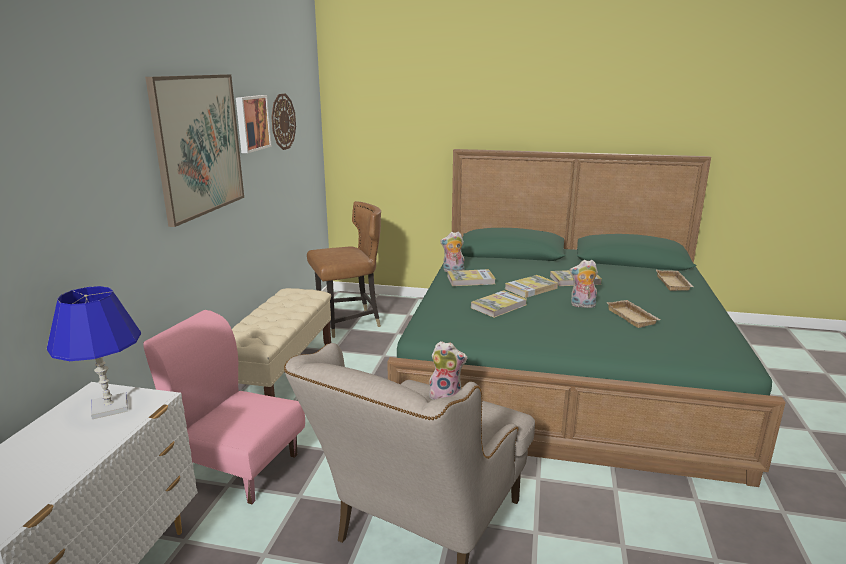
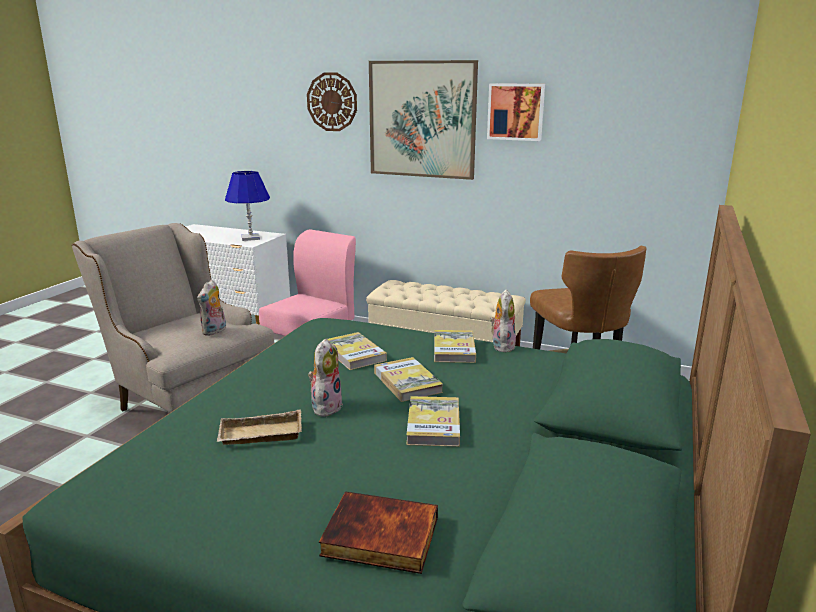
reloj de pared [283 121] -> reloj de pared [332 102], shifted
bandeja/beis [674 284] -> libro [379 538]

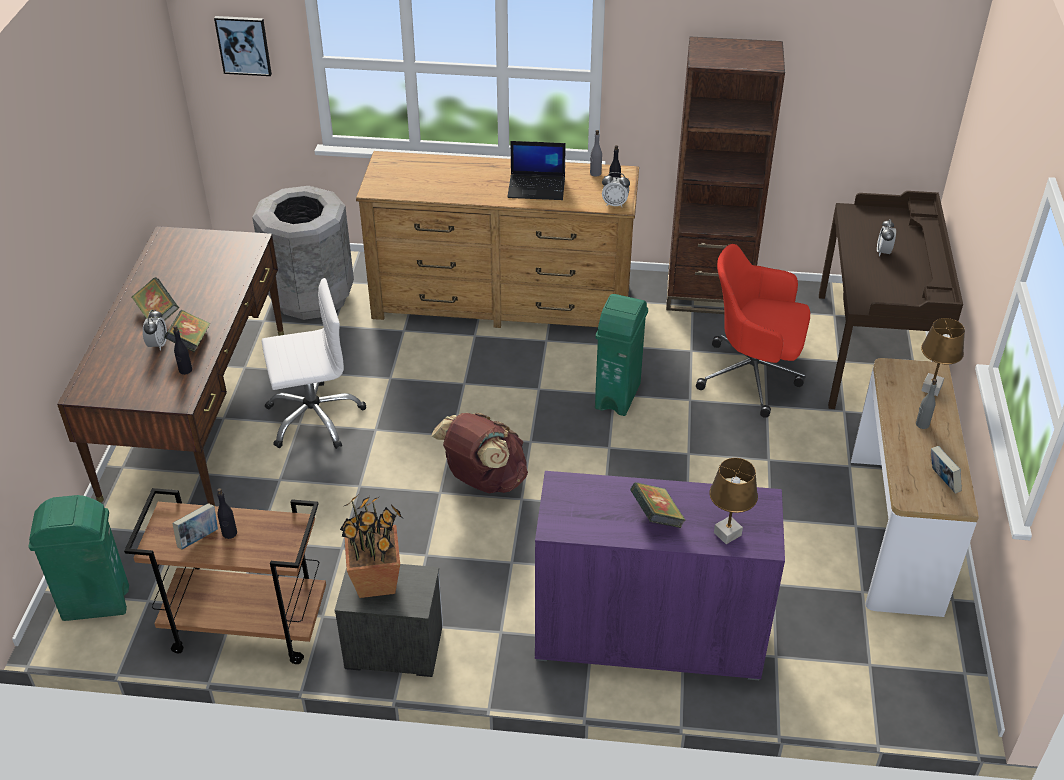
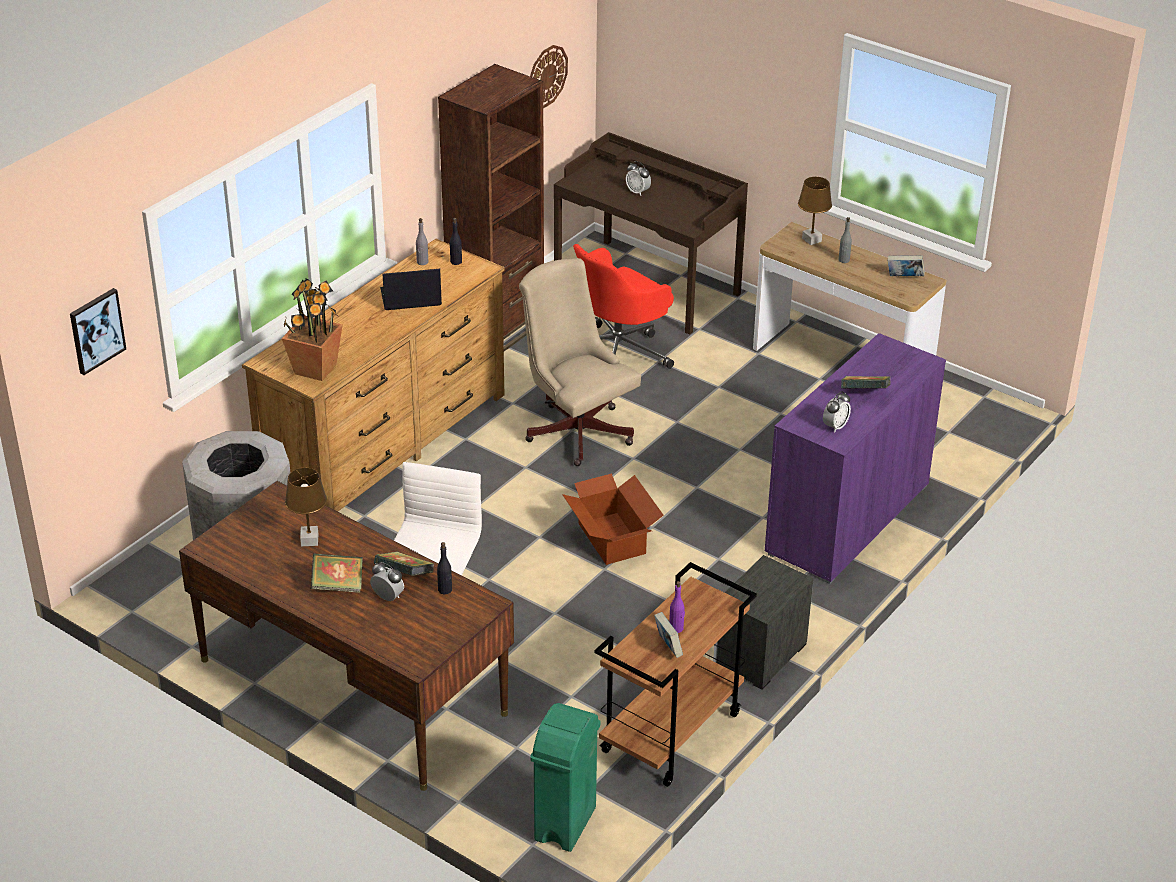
botella/negro [229 533] -> botella/morado [676 628]
planta en maceta [377 581] -> planta en maceta [315 369], shifted
mochila/marrón [483 480] -> caja de cartón [611 539]
portátil [537 187] -> portátil [410 298], 135 degrees counterclockwise
papelera/verde [618 396] -> silla de oficina/beis [576 428]
despertador [615 204] -> despertador [835 426], shifted
lámpara de mesa/marrón [727 534] -> lámpara de mesa/marrón [310 540], shifted
none -> reloj de pared [547 76]

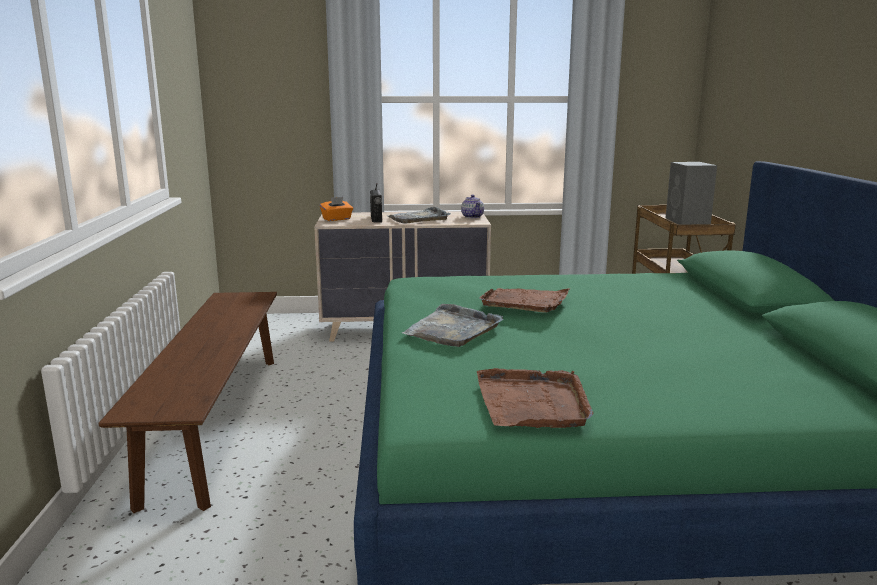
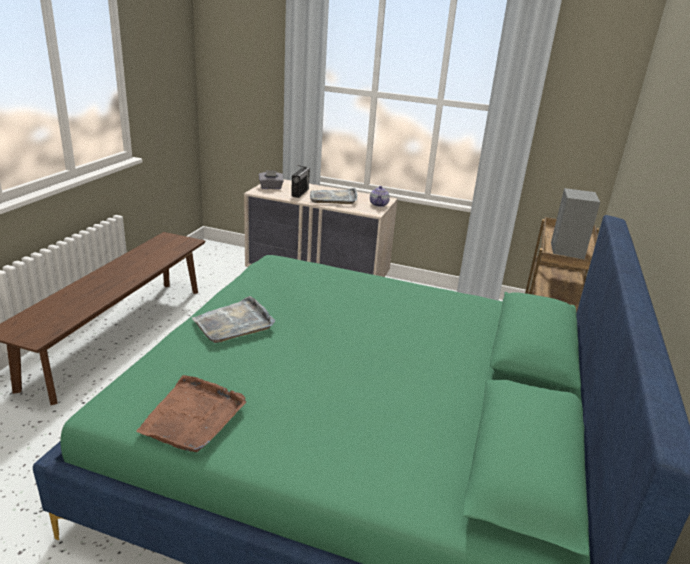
caja de pañuelos/naranja [337 219] -> caja de pañuelos/gris [271 187]
bandeja/marrón [525 301] -> none

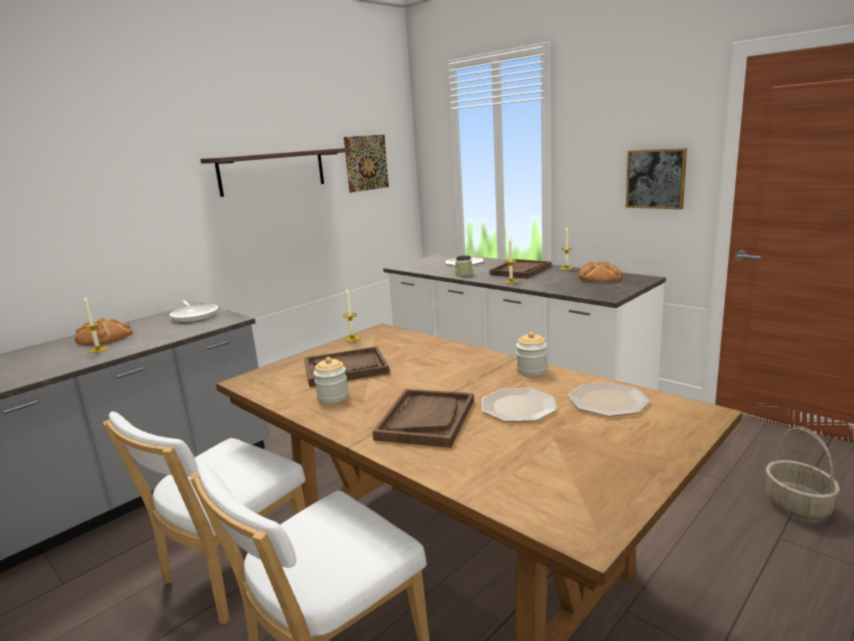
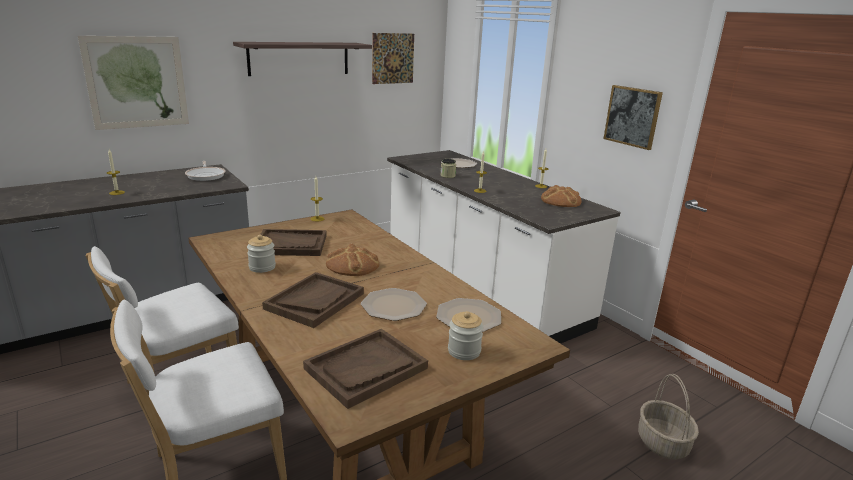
pan [105 337] -> pan [353 264], shifted
bandeja/marrón [520 270] -> bandeja/marrón [366 369], shifted
tarro [531 370] -> tarro [464 351], shifted
none -> cuadro [137 82]

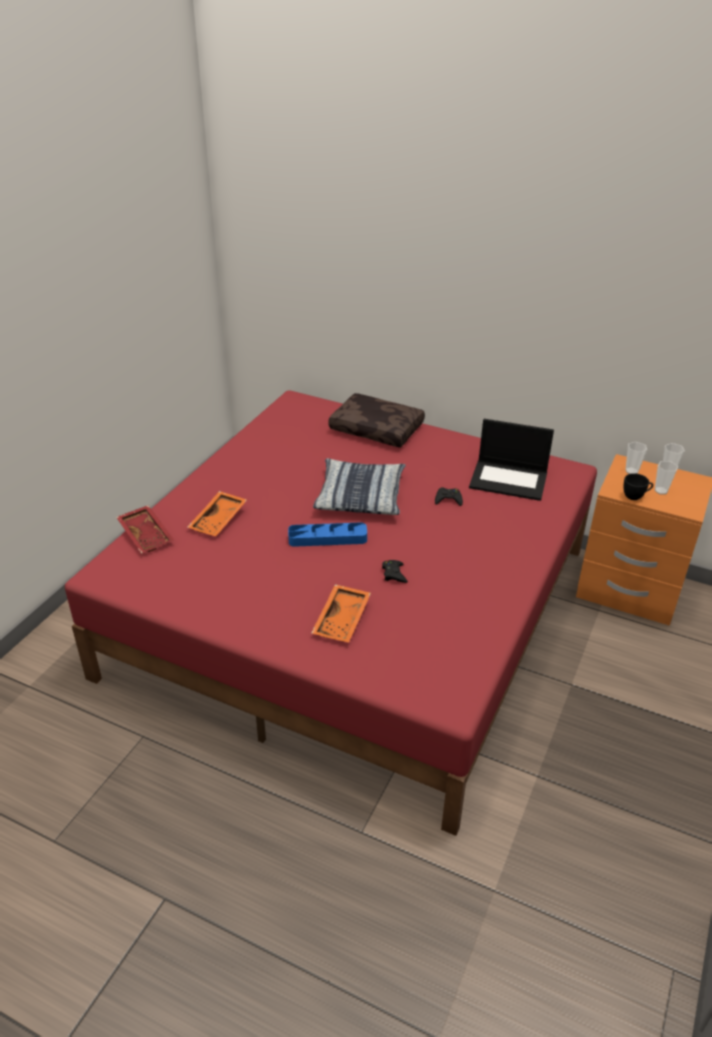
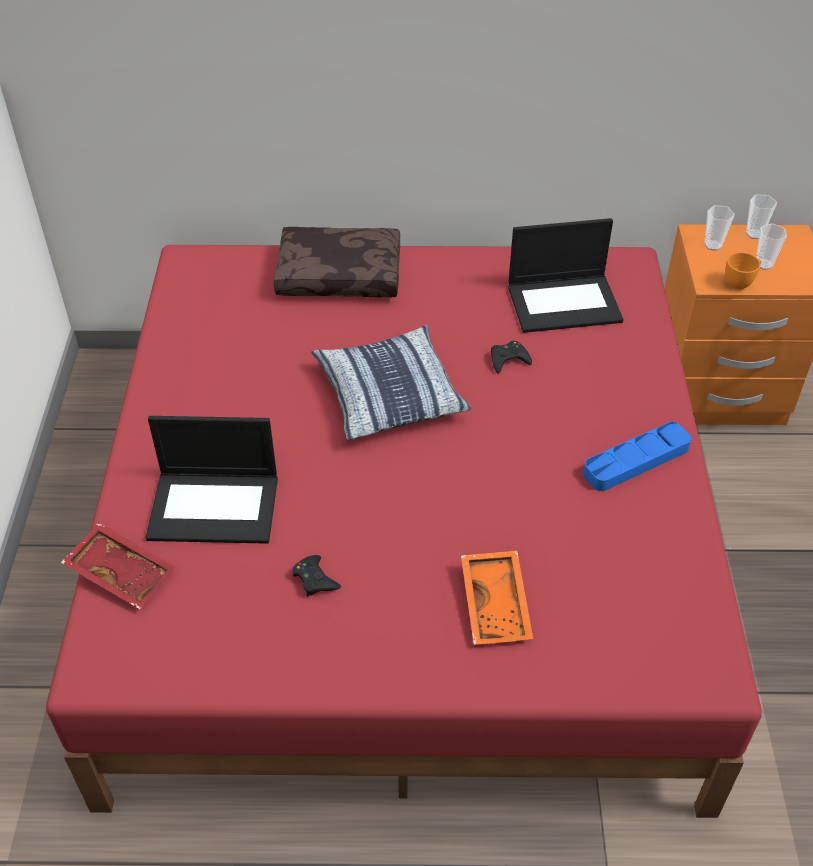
bandeja/naranja [219 520] -> portátil [215 506]
bandeja/azul [327 538] -> bandeja/azul [636 461], shifted
mando de consola/negro [394 574] -> mando de consola/negro [315 579], shifted
taza/negro [635 496] -> taza/naranja [741 282]

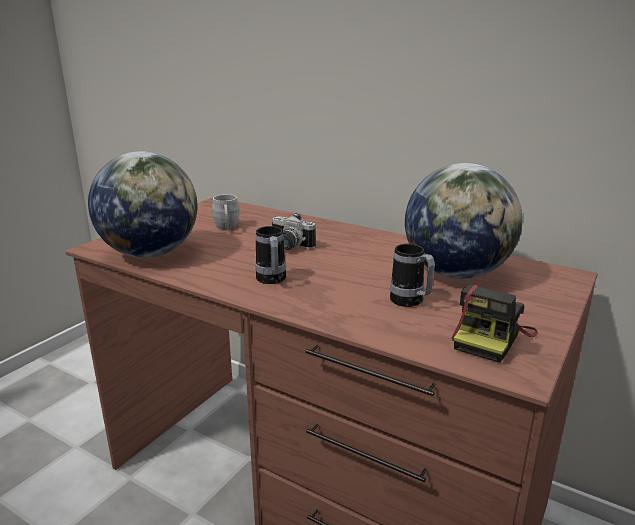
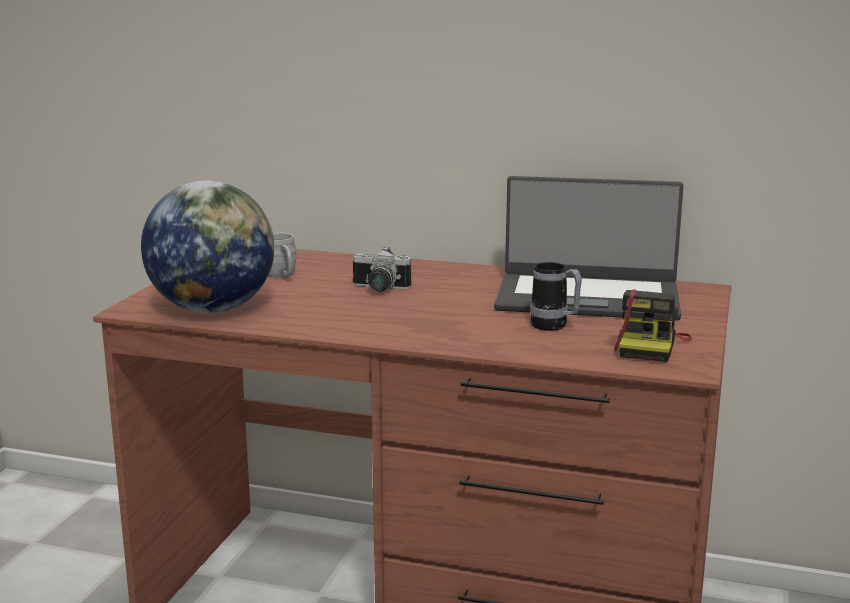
taza grande [271 281] -> none
globo terráqueo [457 273] -> portátil [587 298]

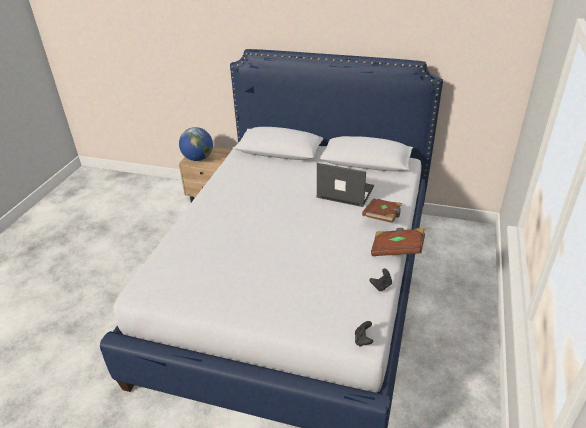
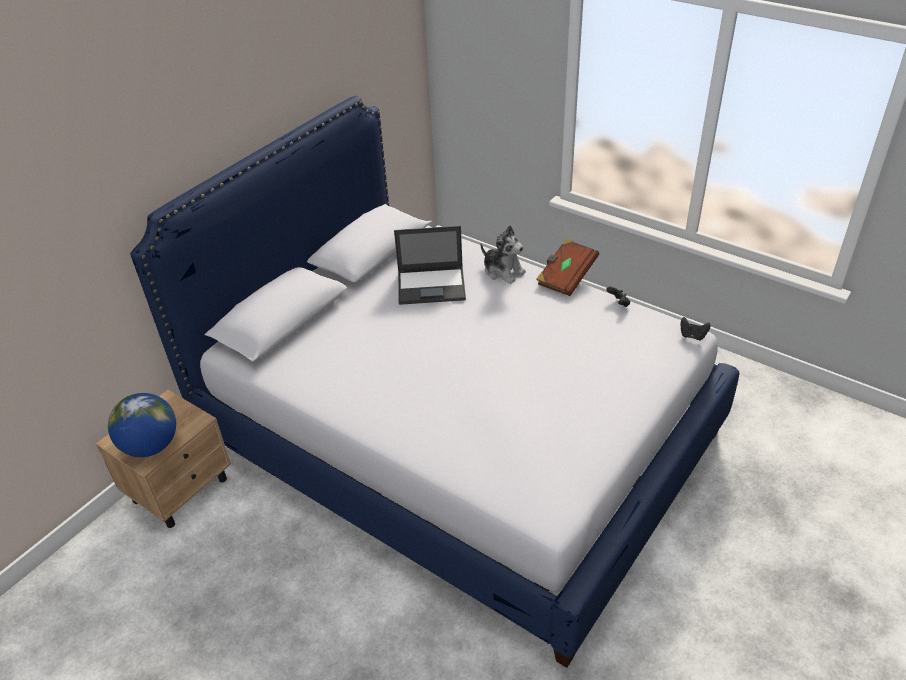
portátil [344 192] -> portátil [432 286], 135 degrees counterclockwise
libro/marrón [382 218] -> peluche [503 271]

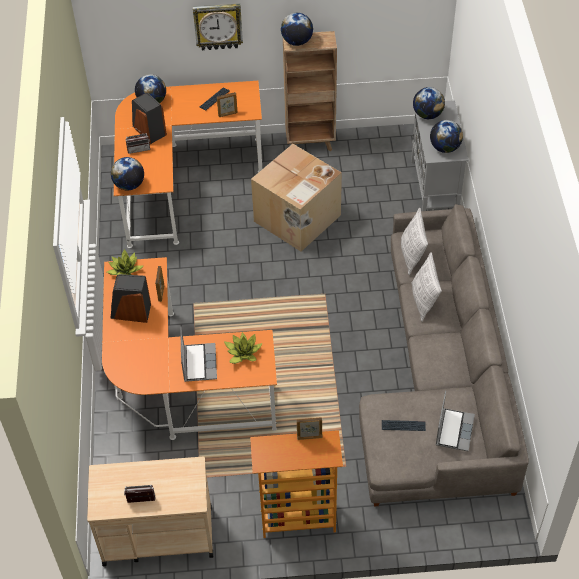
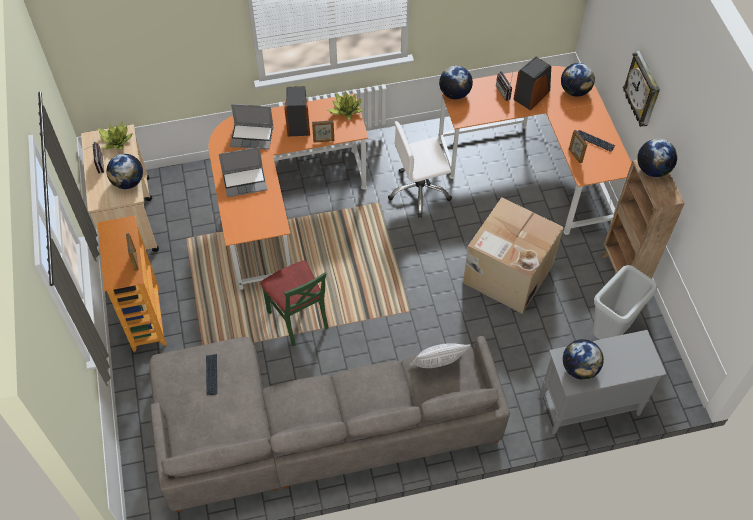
planta en maceta [243 353] -> planta en maceta [117 141], shifted
cojín [423 301] -> none
globo terráqueo [427 114] -> globo terráqueo [128 182], shifted
portátil [454 430] -> portátil [252 136], shifted
none -> silla/verde [298 318]
none -> silla de oficina/blanco [419 191]
none -> papelera/gris [609 334]

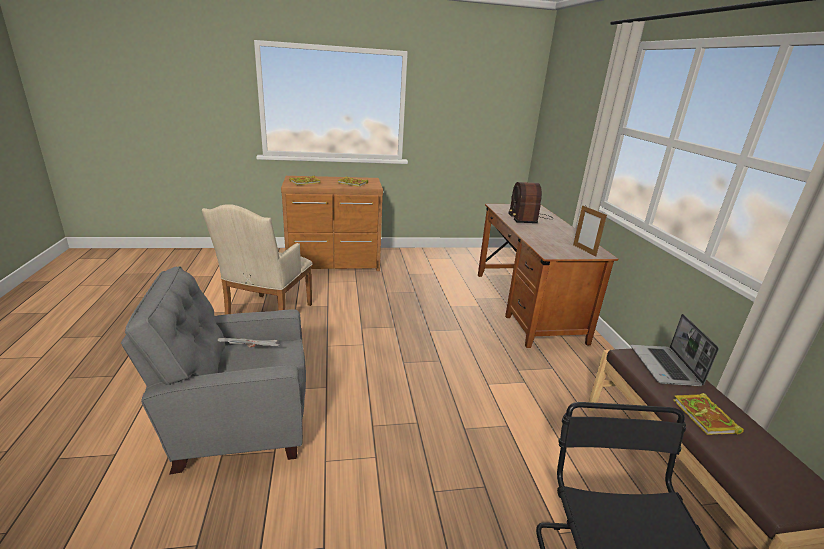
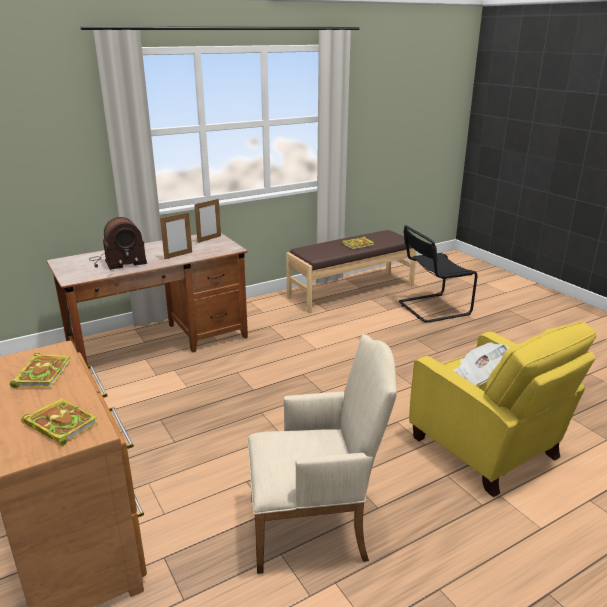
sillón/gris [238 425] -> sillón/amarillo [487 449]
portátil [665 367] -> none
none -> portarretratos [178 255]

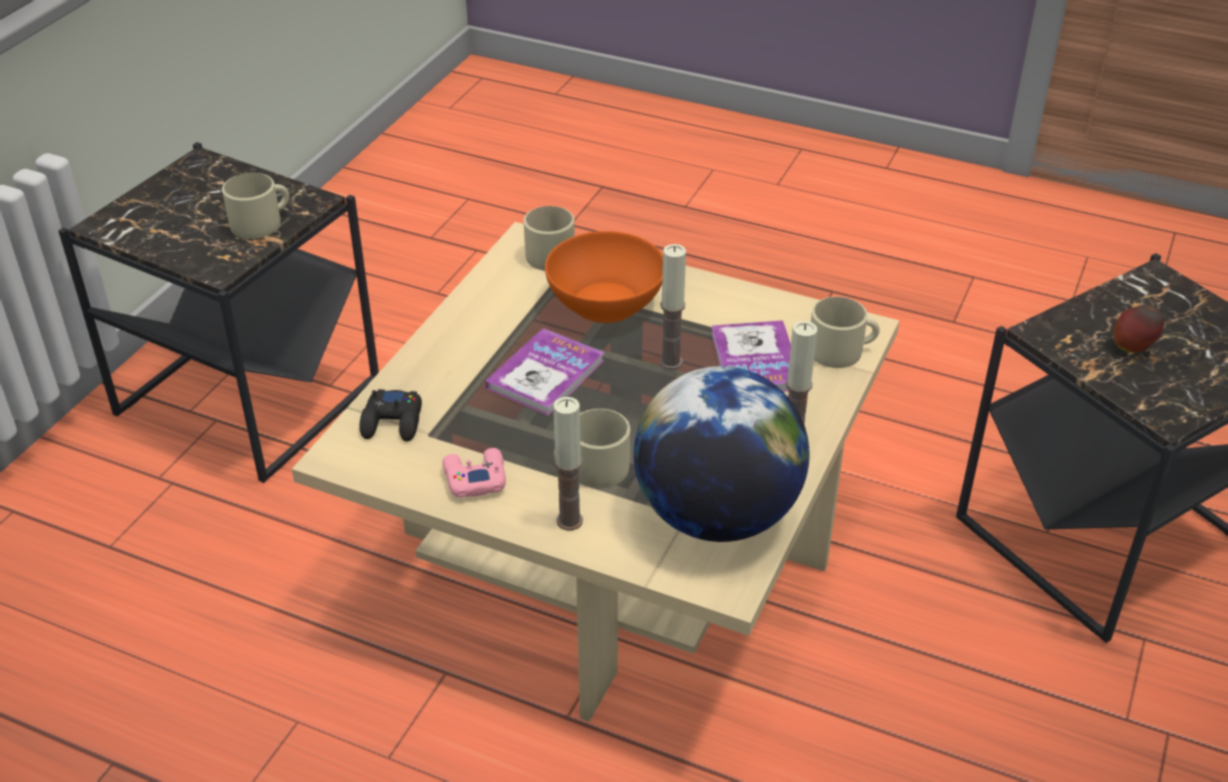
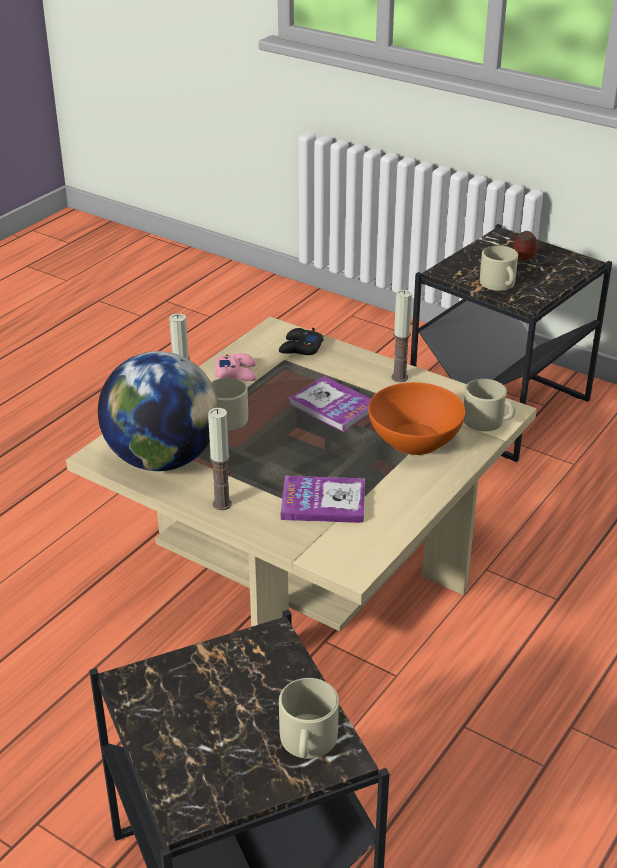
vela [671 362] -> vela [399 377], shifted
taza grande/beis [842 351] -> taza grande/beis [307 742], shifted
manzana [1132 349] -> manzana [523 260], shifted

